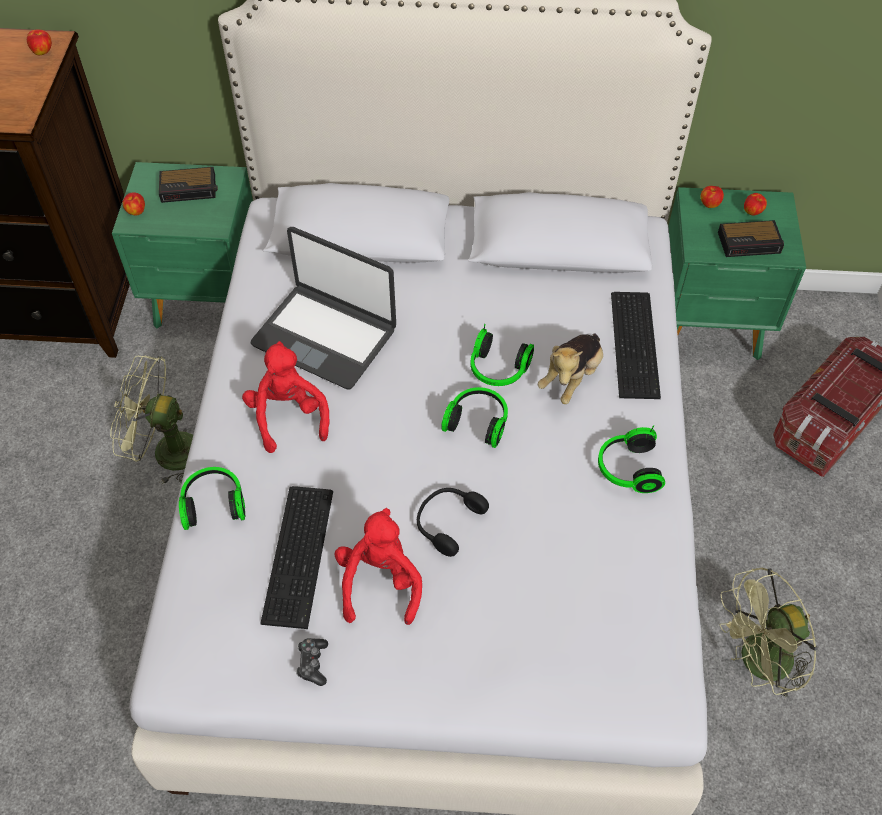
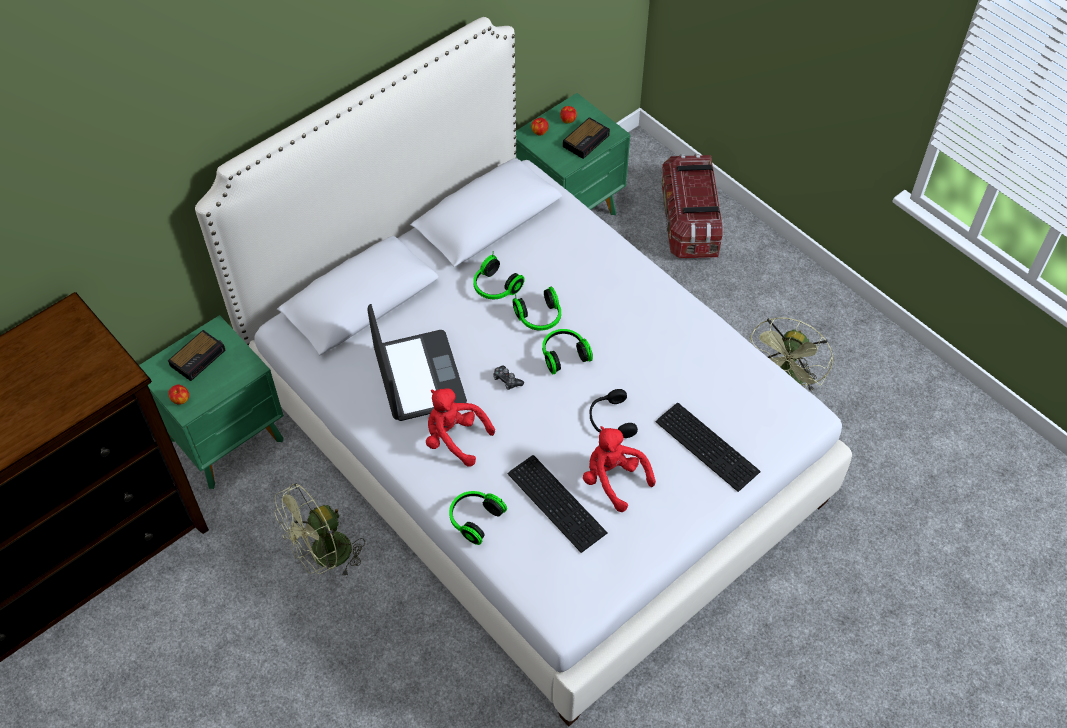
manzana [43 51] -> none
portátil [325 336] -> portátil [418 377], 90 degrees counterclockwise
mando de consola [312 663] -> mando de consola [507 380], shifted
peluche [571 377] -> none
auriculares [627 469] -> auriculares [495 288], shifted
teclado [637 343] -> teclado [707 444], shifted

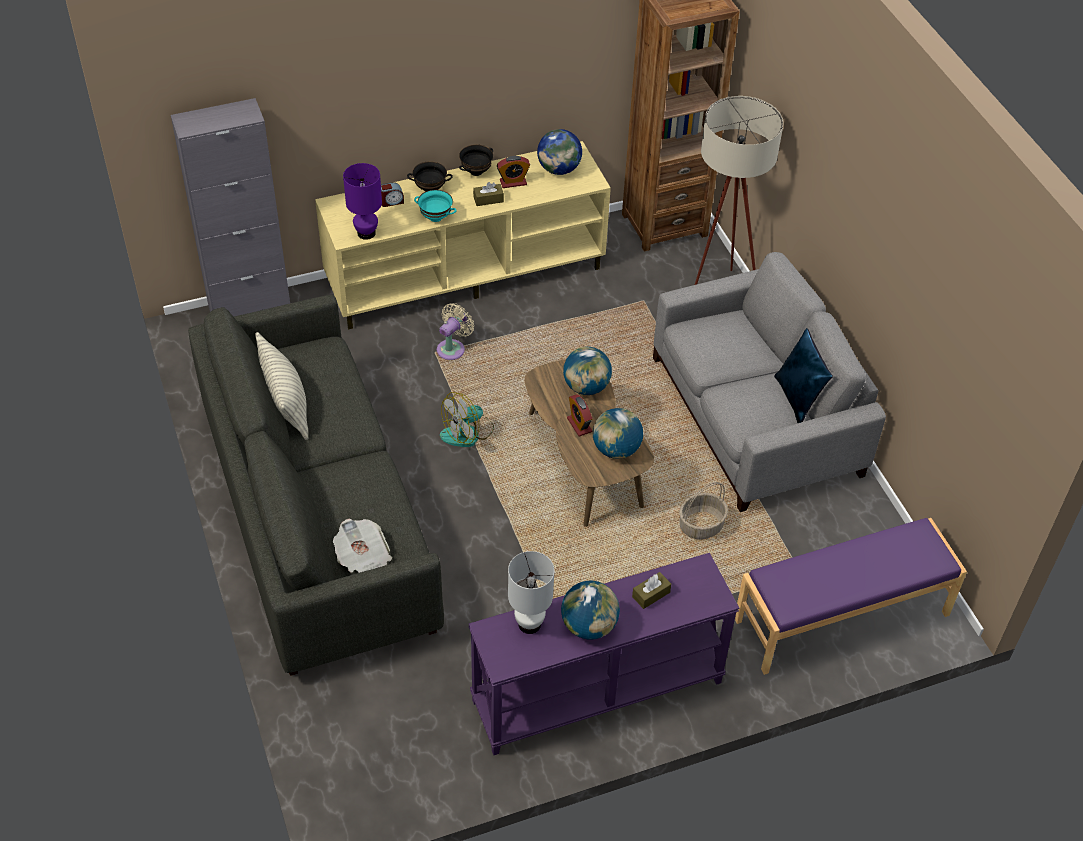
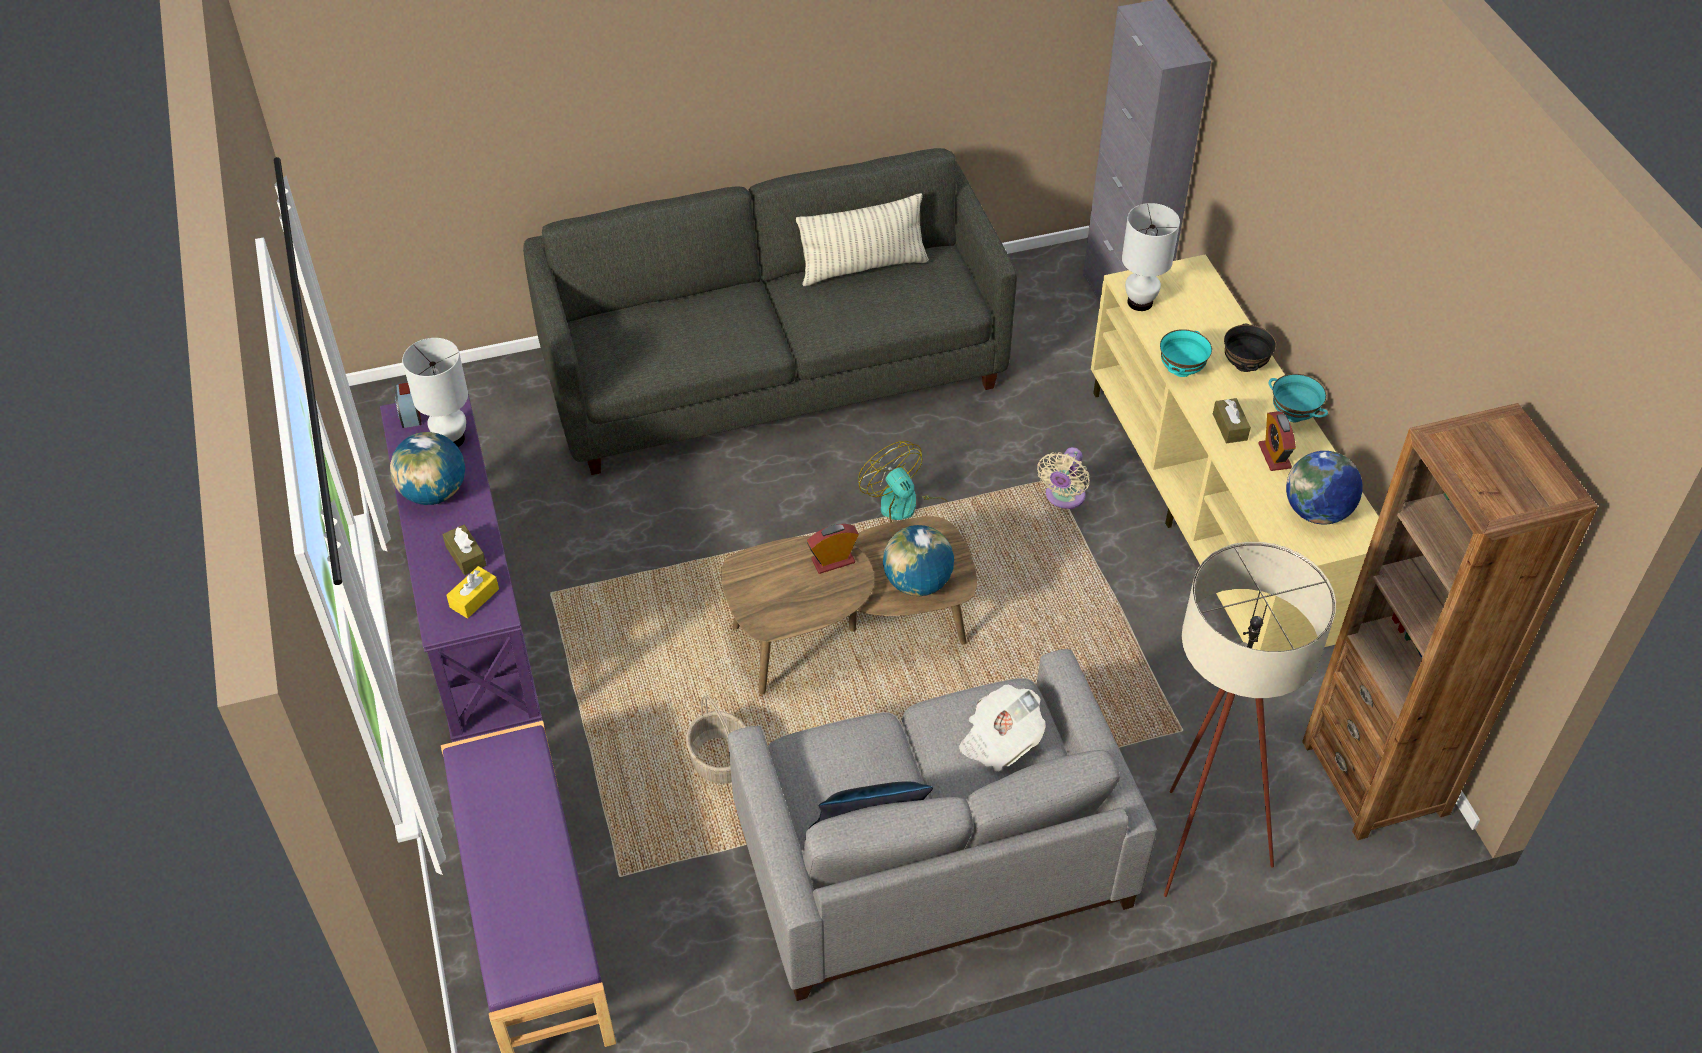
periódico [363 559] -> periódico [999 740], shifted
lámpara de mesa/morado [366 233] -> lámpara de mesa/blanco [1140 302]
despertador [391 201] -> despertador [410 414], shifted
ventilador/beis [453 348] -> ventilador/beis [1063 498], 75 degrees clockwise
cuenco/negro [476 172] -> cuenco/turquesa [1292 415]
globo terráqueo [616 449] -> none
none -> caja de pañuelos/amarillo [474 598]

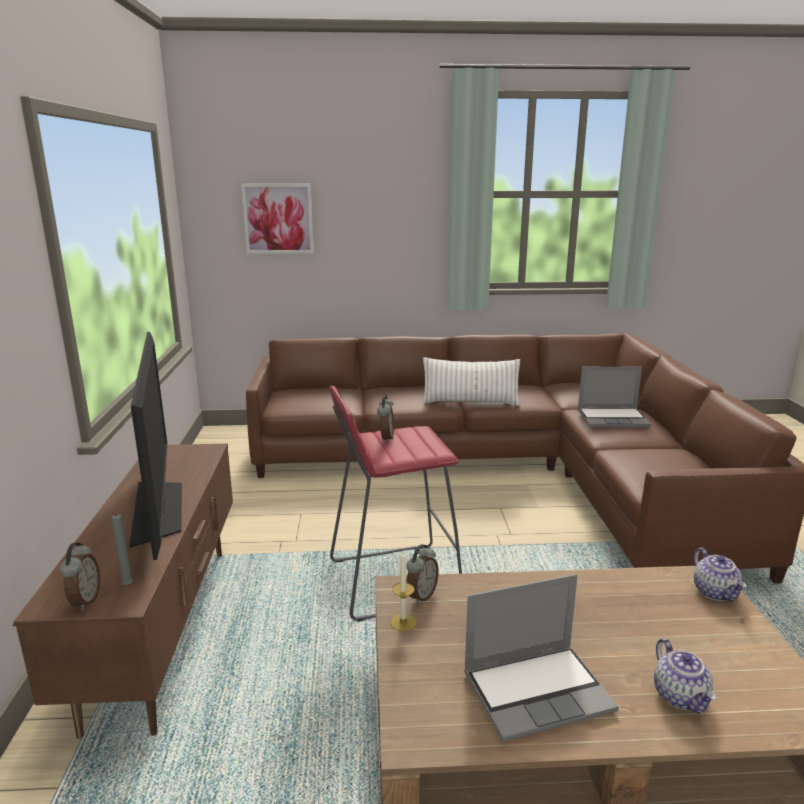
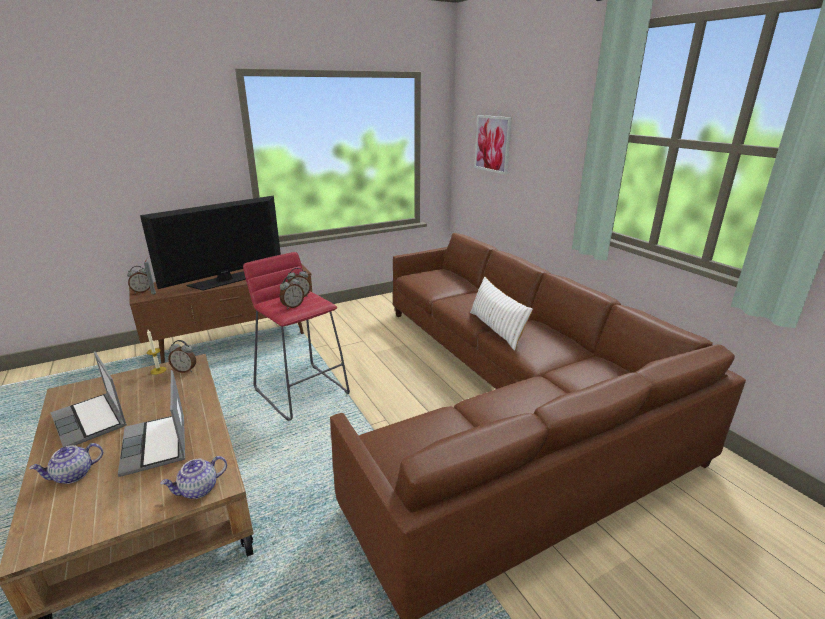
portátil [613 419] -> portátil [156 445], shifted
none -> despertador [292 306]

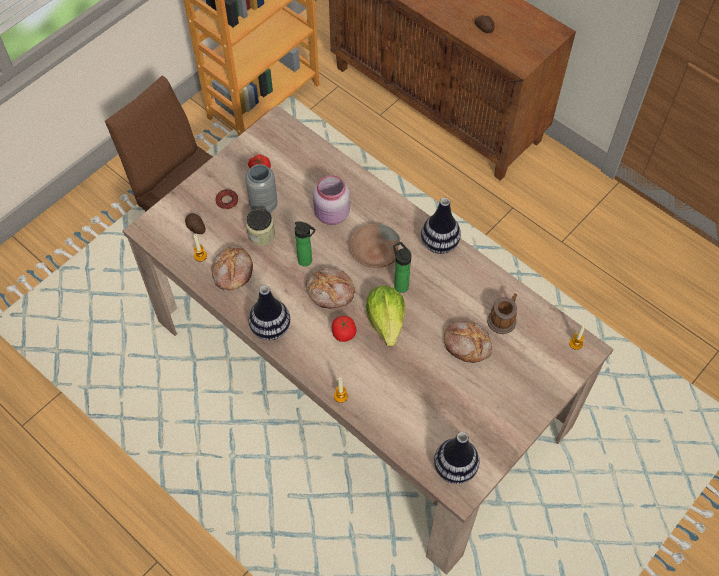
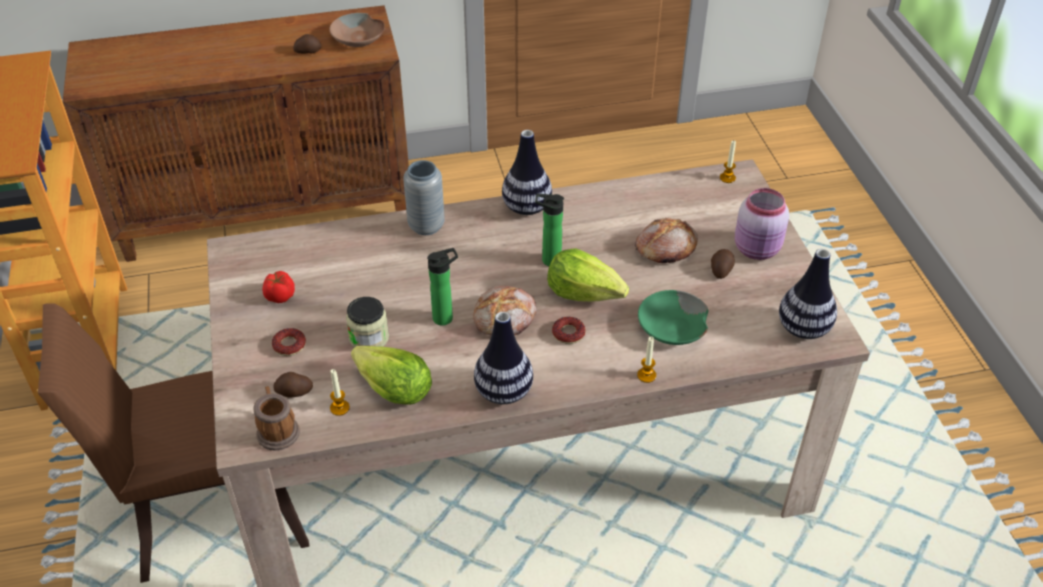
pan [232 272] -> lechuga [393 389]
florero/gris [264 206] -> florero/gris [426 226], shifted
tarro/rosa [331 215] -> tarro/rosa [758 249], shifted
tomate [343 333] -> rosquilla [568 333]
cuenco/marrón [375 252] -> cuenco/marrón [358 39], shifted
taza grande [503 319] -> taza grande [277 430], shifted
none -> cuenco/verde [672 328]
none -> patata [721 270]

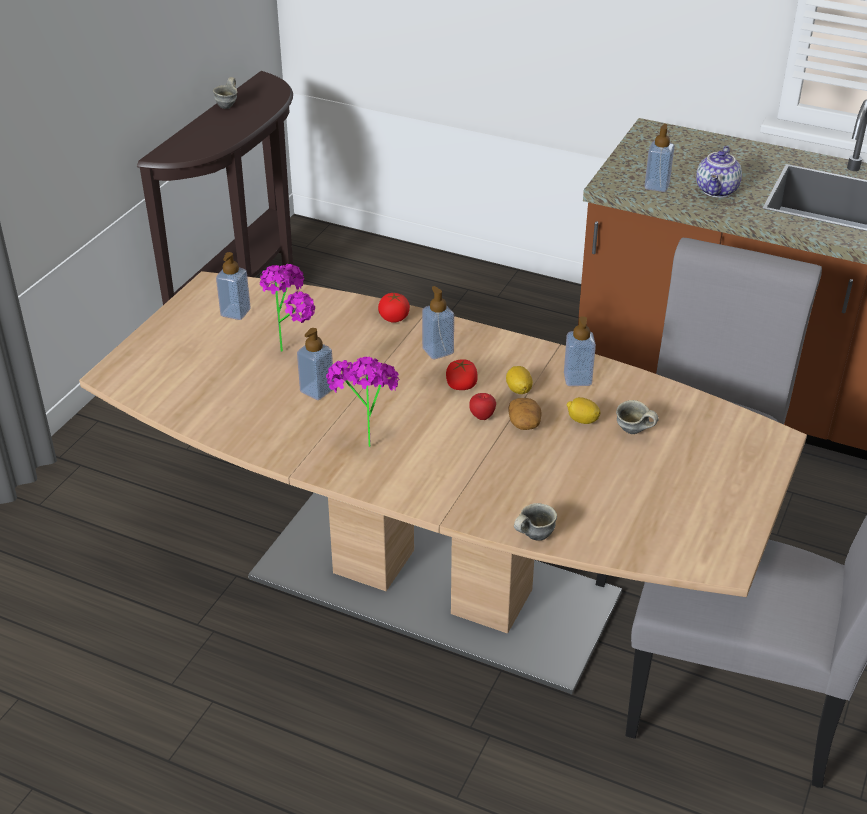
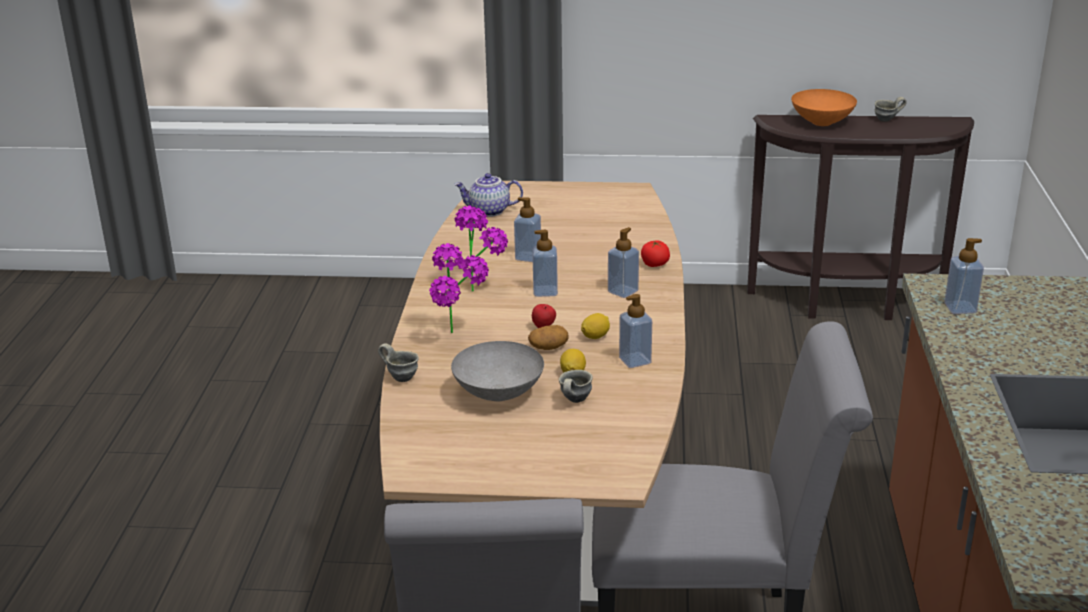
dispensador de jabón [235 312] -> dispensador de jabón [545 291], shifted
planta en maceta [293 347] -> planta en maceta [460 336], shifted
tomate [461 386] -> none
tetera [717 191] -> tetera [489 211], shifted
none -> cuenco/gris [497 393]
none -> cuenco/naranja [821 122]

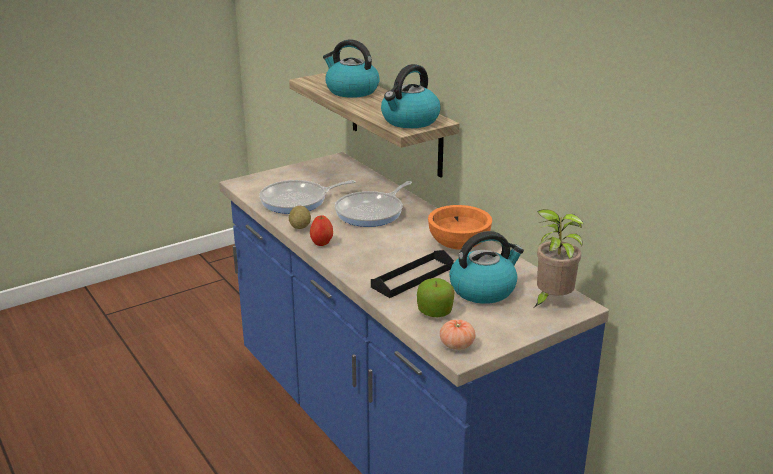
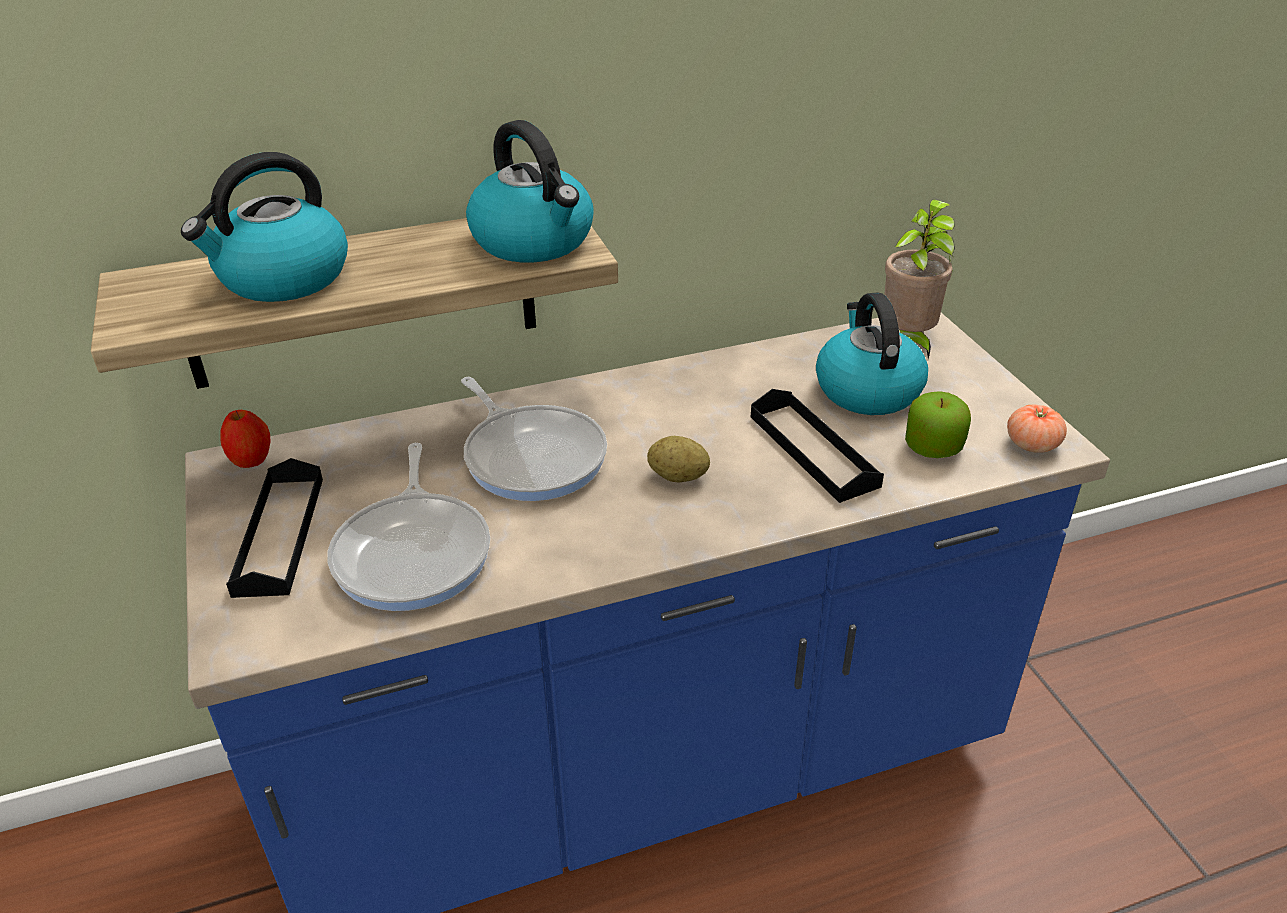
patata [300 227] -> patata [678 477], shifted
manzana [322 243] -> manzana [251 460], shifted
cuenco/naranja [459 244] -> none
none -> bandeja/negro [279 535]

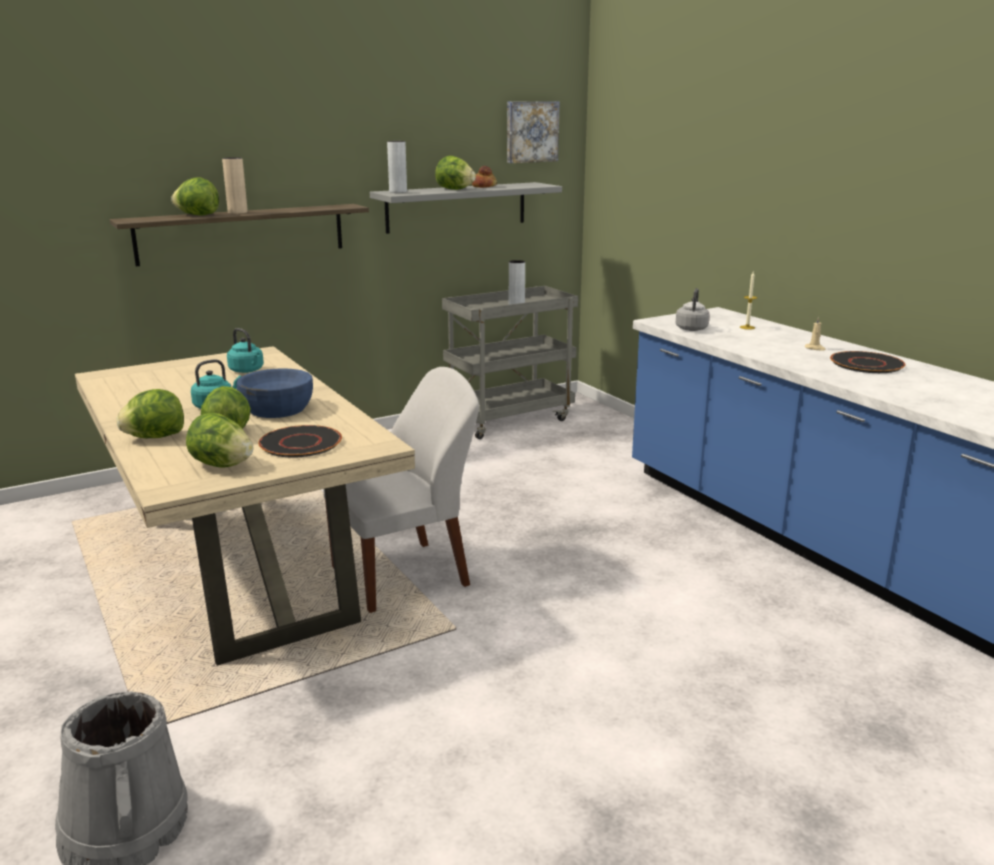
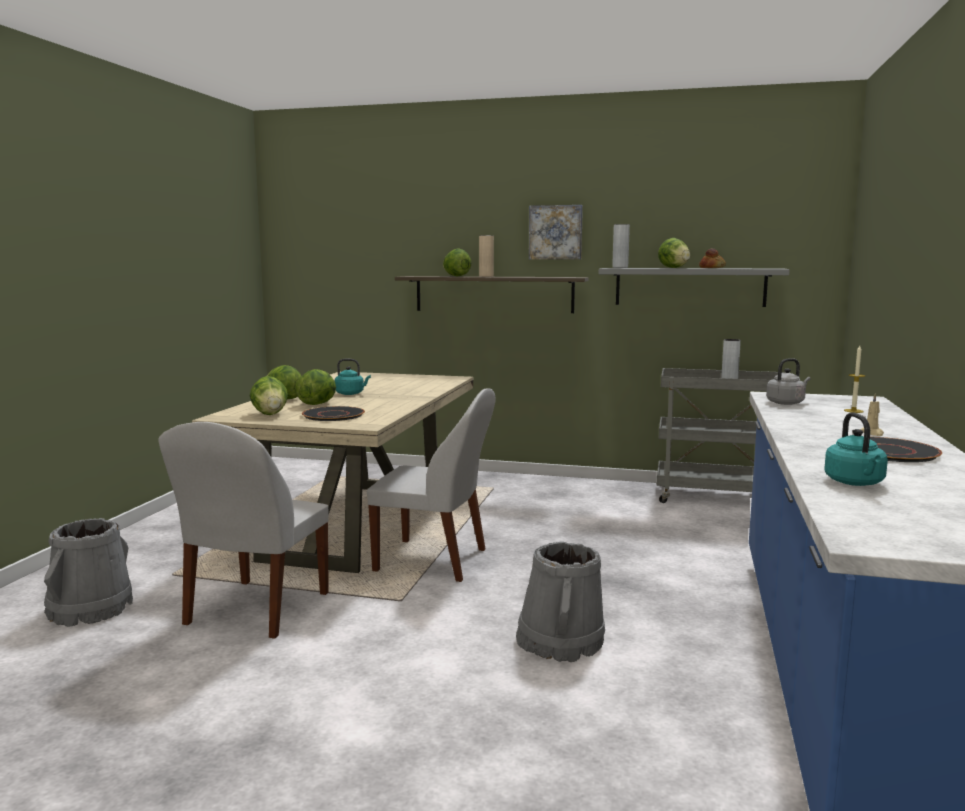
hervidor/turquesa [247 371] -> hervidor/turquesa [855 483], shifted
cuenco/azul [277 409] -> none
cuadro [531 132] -> cuadro [555 232], shifted
none -> silla/blanco [255 610]
none -> cubo/gris [560 641]

